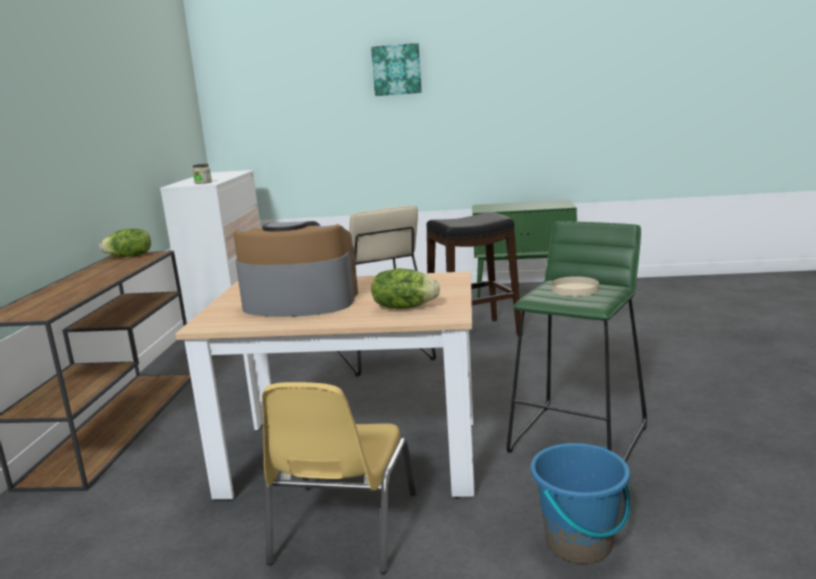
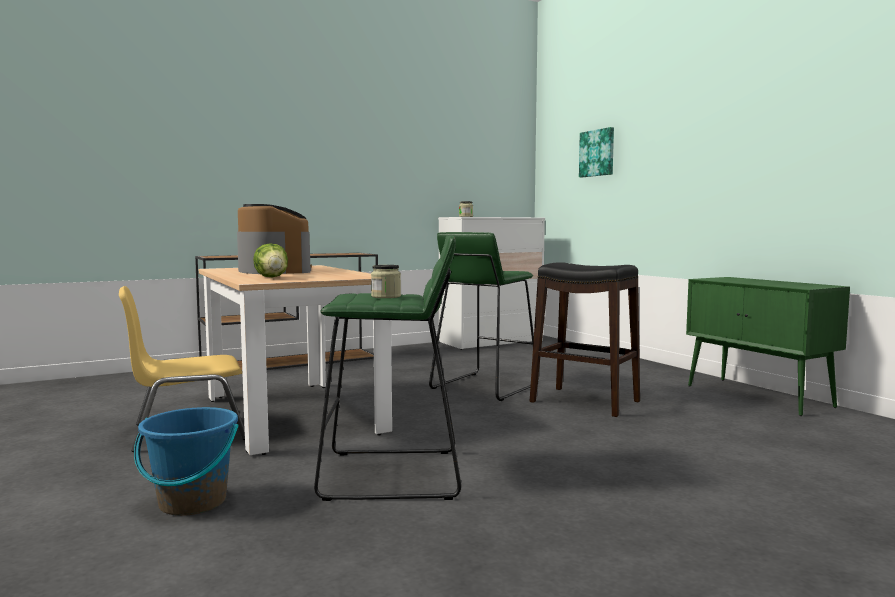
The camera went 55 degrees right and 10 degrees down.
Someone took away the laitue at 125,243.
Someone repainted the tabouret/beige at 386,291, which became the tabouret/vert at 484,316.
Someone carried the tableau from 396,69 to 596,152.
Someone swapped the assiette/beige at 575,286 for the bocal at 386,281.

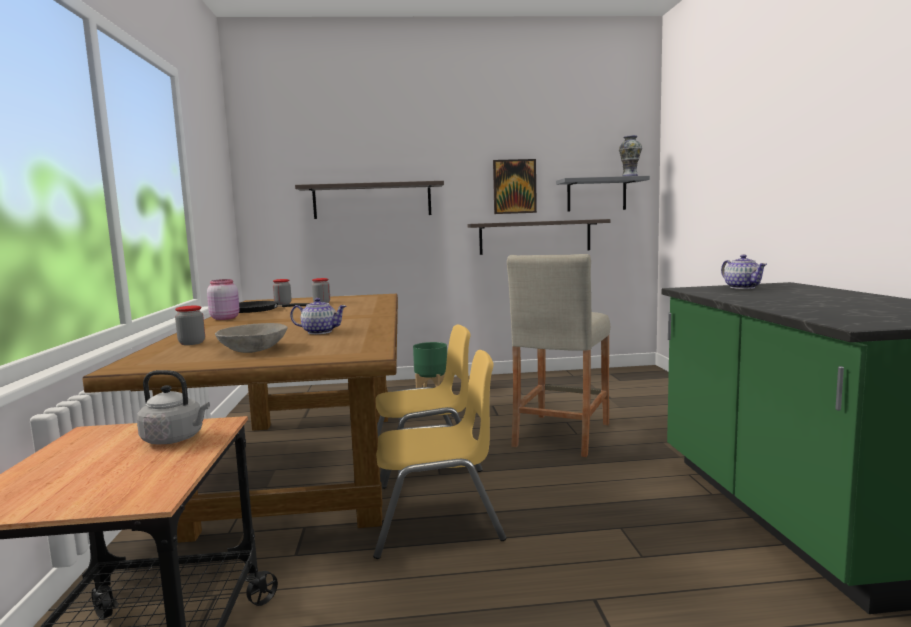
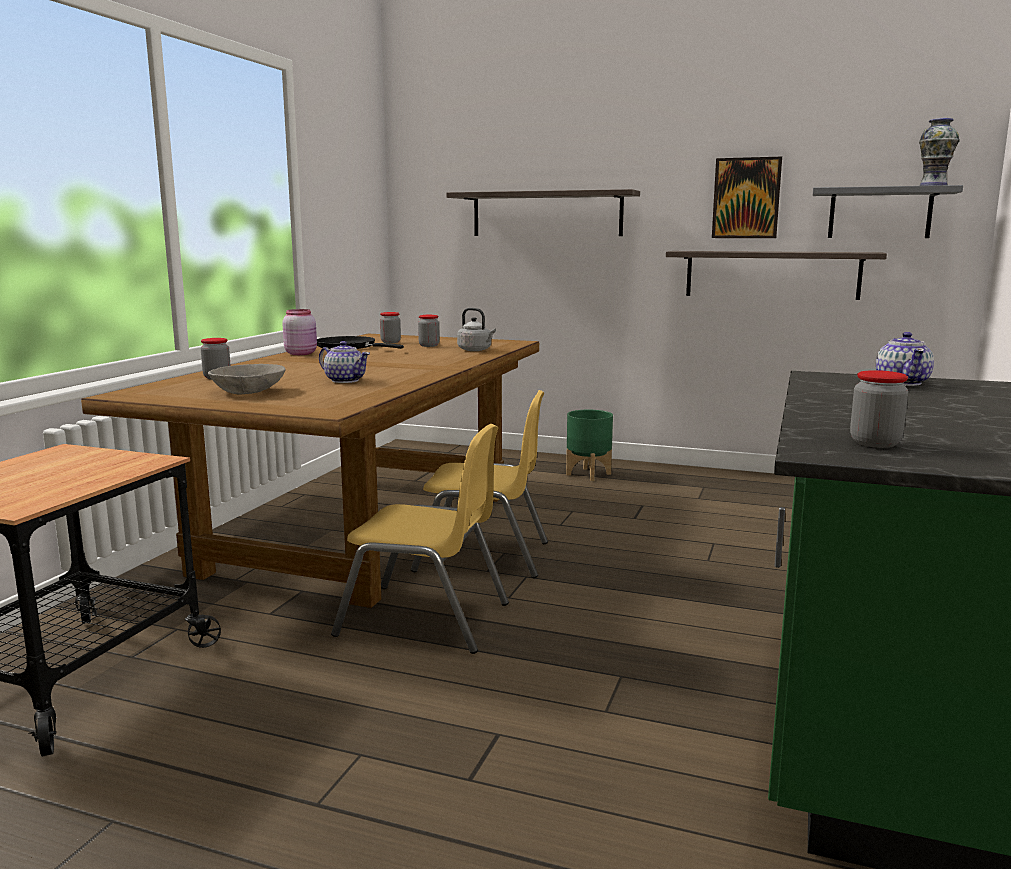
The camera went 25 degrees right and 5 degrees up.
Someone carried the bouilloire/gris from 173,407 to 476,329.
Someone took away the tabouret/beige at 558,355.
Someone put down the bocal at 879,409.

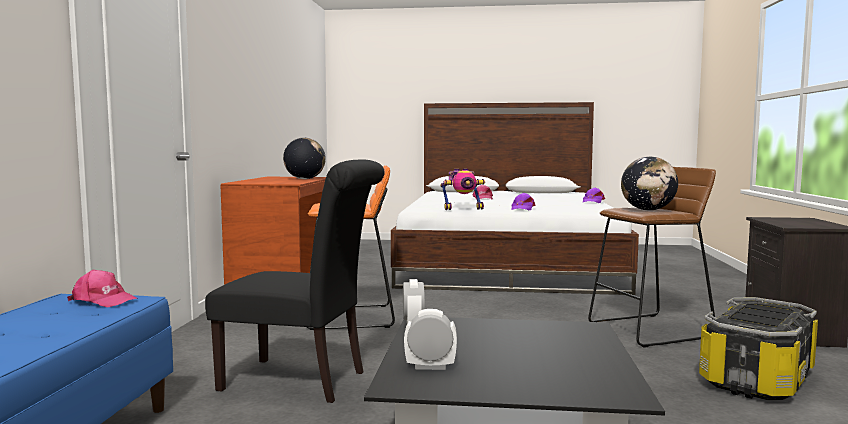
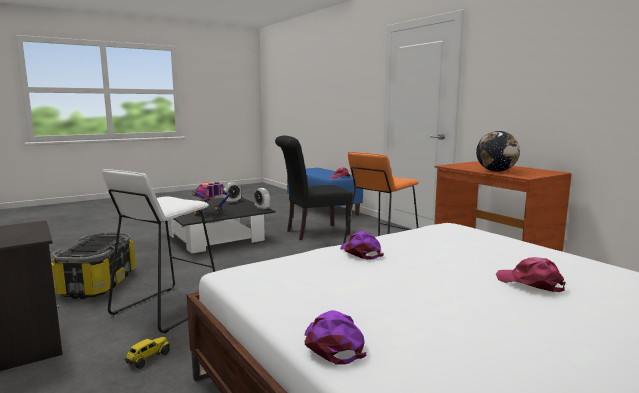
The camera went 140 degrees right and 5 degrees up.
Someone carried the robot jouet from 462,189 to 211,199.
Someone repainted the tabouret/marron at 652,257, which became the tabouret/blanc at 158,251.
Someone took away the globe at 649,183.
Someone put down the camion jouet at 147,353.

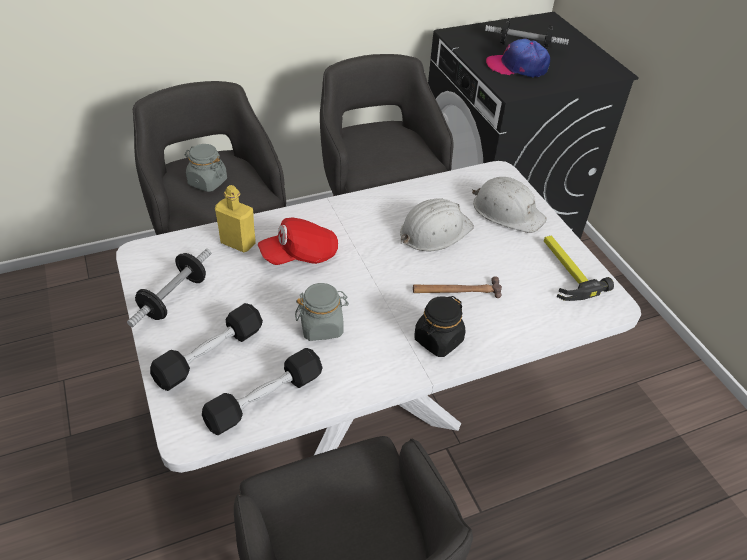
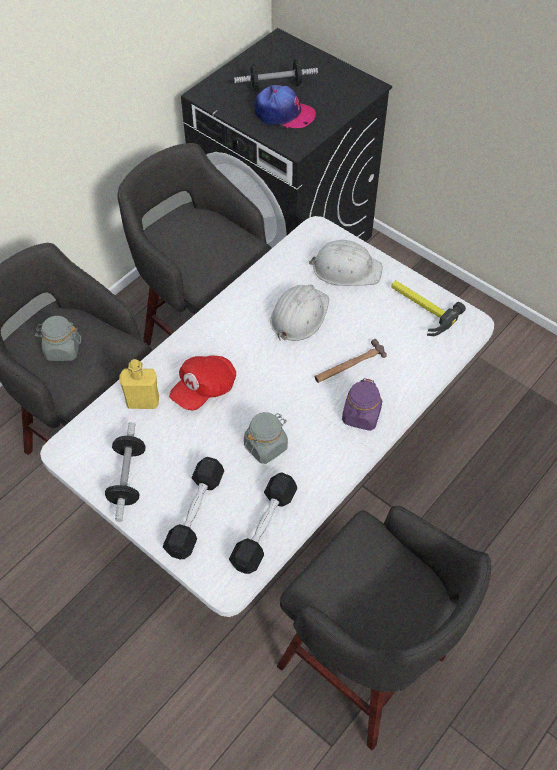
The camera went 25 degrees left and 10 degrees up.
Someone repainted the bocal/noir at 439,326, which became the bocal/violet at 362,404.
Someone rotated the casquette at 518,58 by 150 degrees counterclockwise.

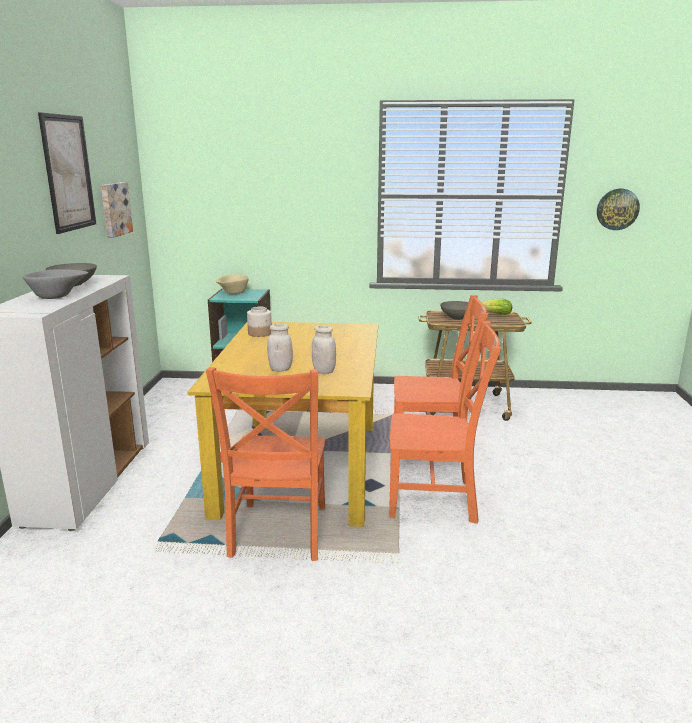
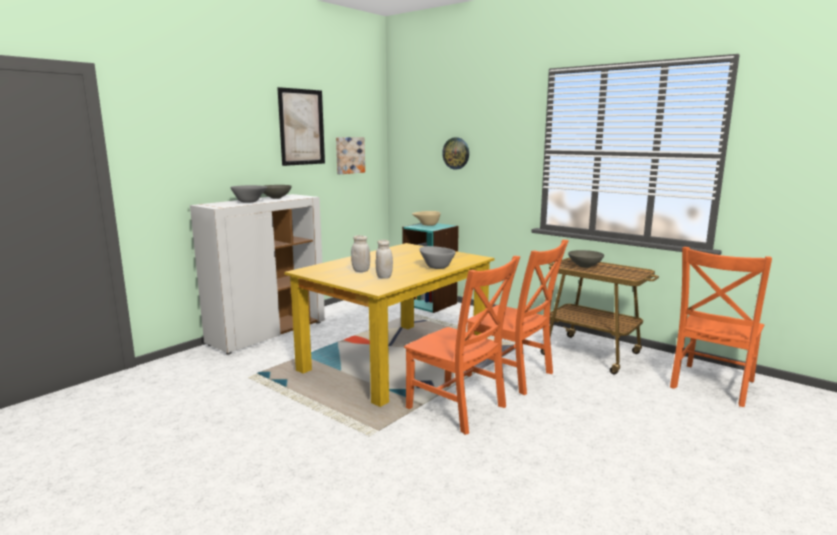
The camera went 35 degrees right and 5 degrees down.
Someone carried the chaise/orange from 265,464 to 721,327.
Someone took away the bocal at 259,322.
Someone took away the laitue at 496,307.
Someone carried the horloge murale from 618,209 to 455,153.
Someone put down the bol/gris at 437,257.

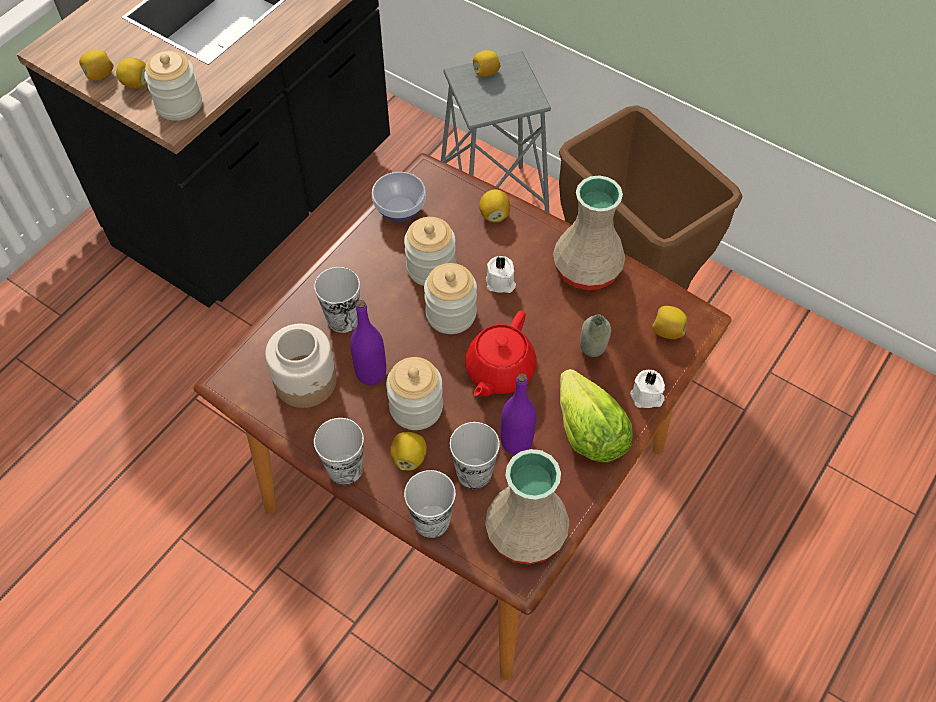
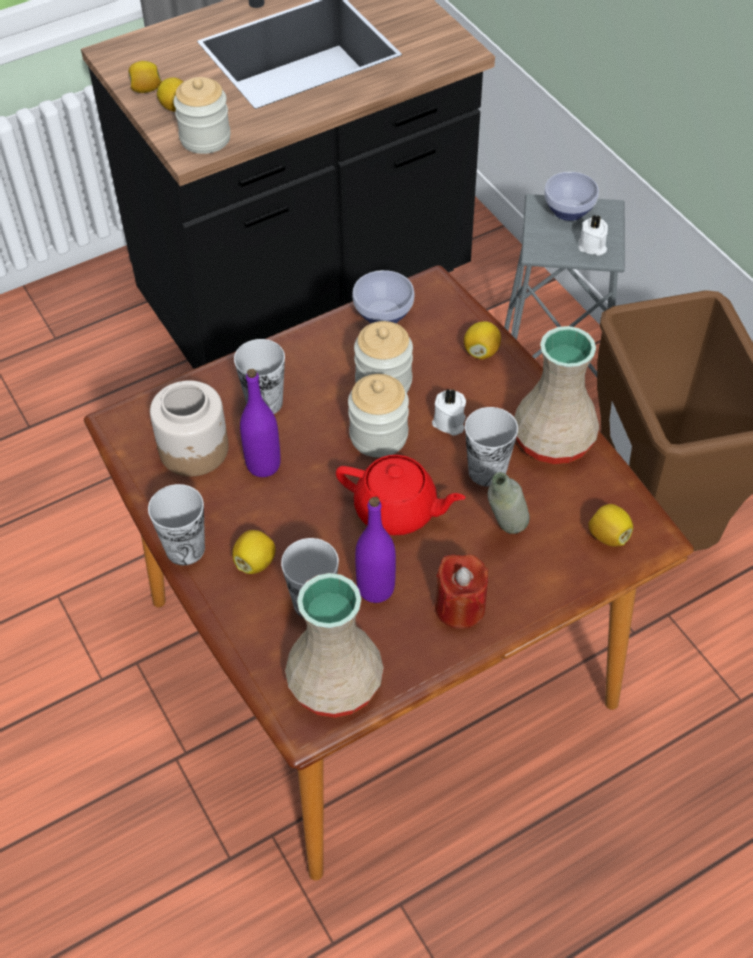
The camera went 25 degrees right and 5 degrees down.
Someone took away the bocal at 414,393.
Someone carried the tasse from 430,504 to 491,447.
Someone rotated the théière/rouge at 501,353 by 120 degrees counterclockwise.
Someone swapped the citron at 486,63 for the bol at 571,196.
Someone swapped the laitue at 596,415 for the bougie/rouge at 461,591.
Someone carried the bougie/blanc from 647,389 to 593,235.

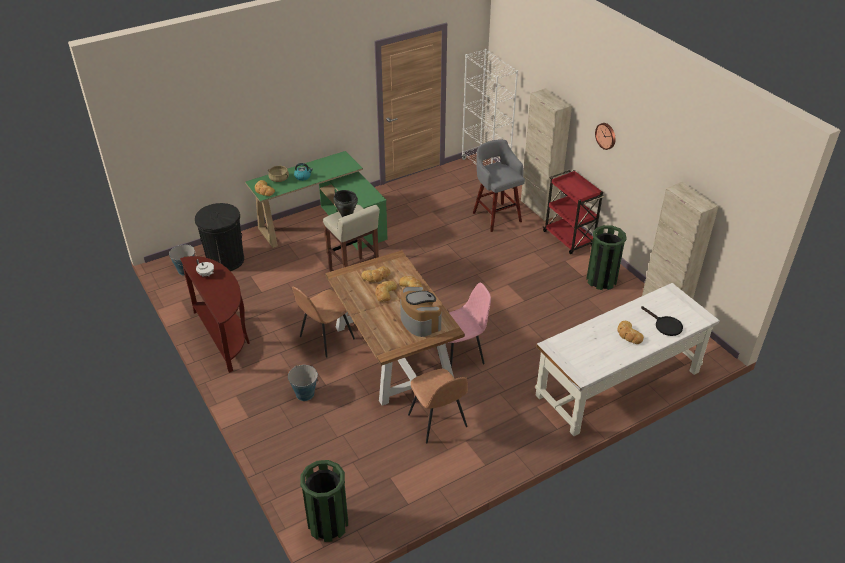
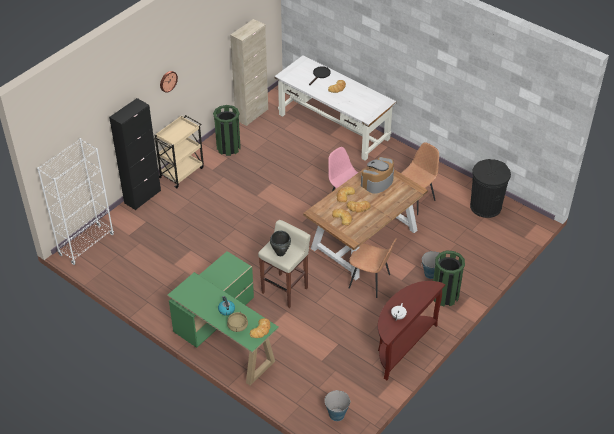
The camera went 110 degrees left and 5 degrees up.
Someone carried the poubelle/noir from 219,237 to 490,188.
Someone carried the poubelle/vert from 324,501 to 449,278.
Someone took away the tabouret/gris at 499,186.
Someone repainted the meuble de rangement/beige at 546,154, which became the meuble de rangement/noir at 135,154.
Someone repainted the chariot/rouge at 573,212, which became the chariot/beige at 179,151.

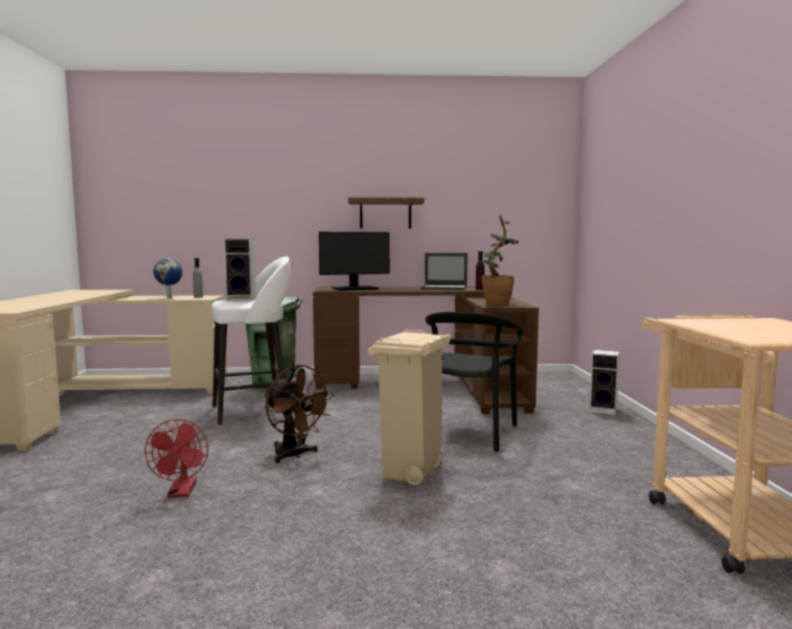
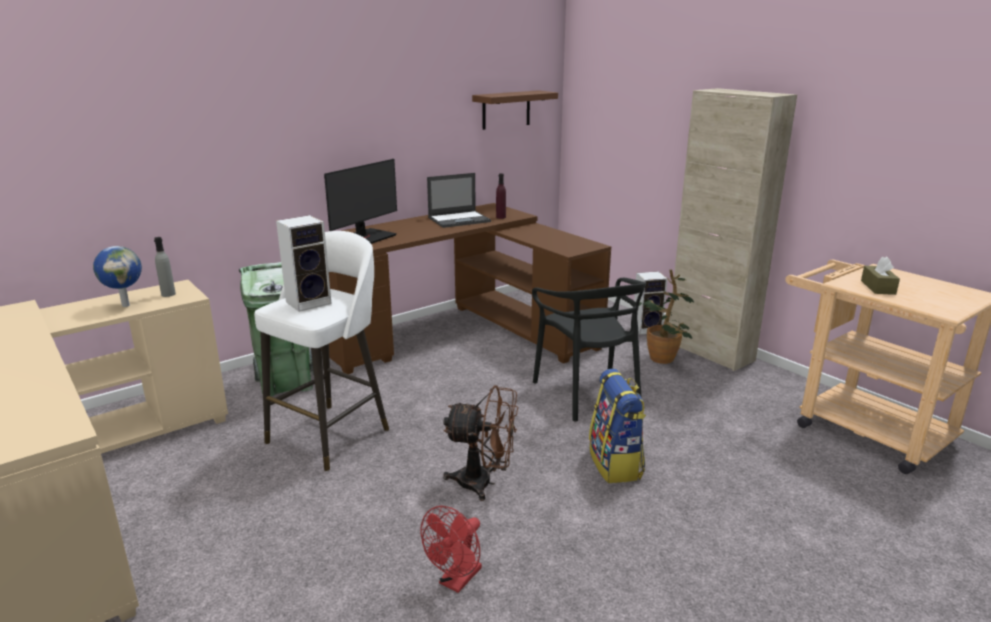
The camera went 35 degrees left and 15 degrees up.
Someone rotated the ventilateur/rouge at 176,458 by 75 degrees clockwise.
Someone carried the étagère/marron from 386,213 to 515,110.
Someone swapped the poubelle/beige at 409,408 for the sac à dos at 617,426.
Someone carried the plante en pot from 498,260 to 666,316.
Someone put down the meuble de rangement/beige at 733,229.
Someone put down the boîte à mouchoirs/marron at 880,275.

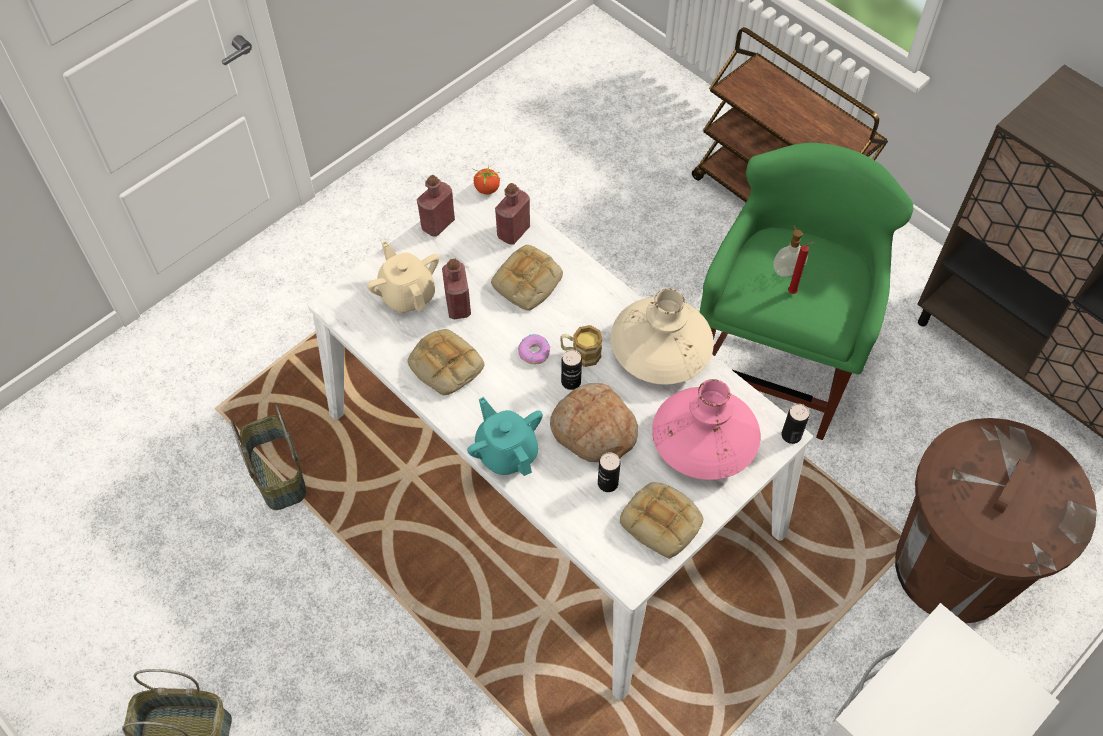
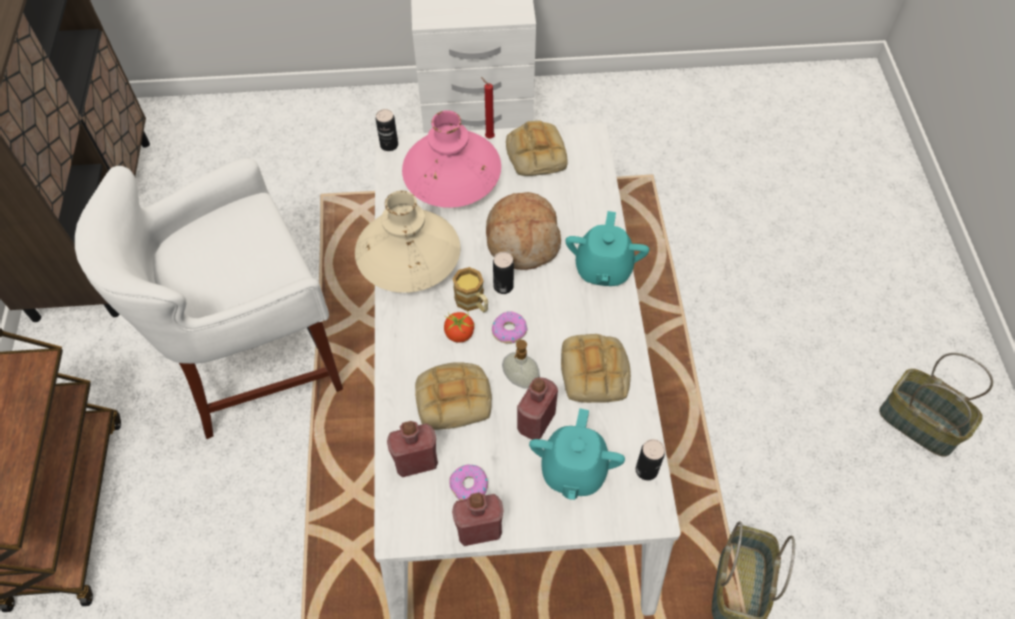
The camera went 140 degrees left and 0 degrees up.
Someone repainted the théière/beige at 403,277, which became the théière/turquoise at 577,454.
Someone carried the tomate from 486,180 to 459,327.
Someone carried the boîte métallique from 609,472 to 650,459.
Someone repainted the tabouret/vert at 806,291, which became the tabouret/blanc at 209,298.
Someone carried the distributeur de savon from 790,251 to 521,364.
Someone carried the bougie/rouge from 801,268 to 488,108.
Someone took away the poubelle/marron at 996,520.
Someone put down the beignet at 468,482.

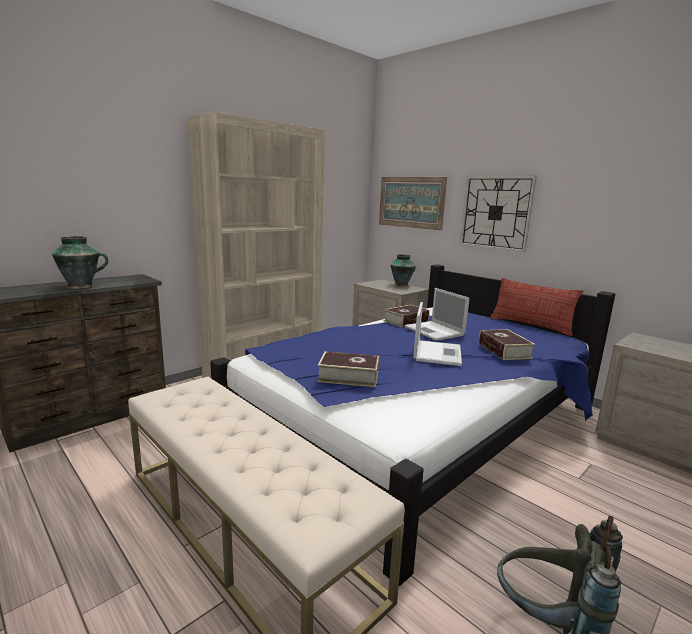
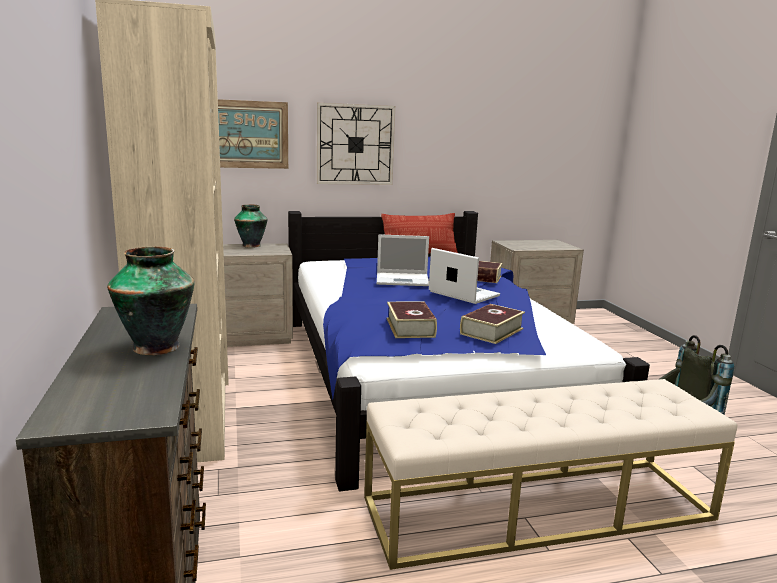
The camera went 60 degrees left and 0 degrees up.
Someone carried the livre from 407,316 to 412,319.

